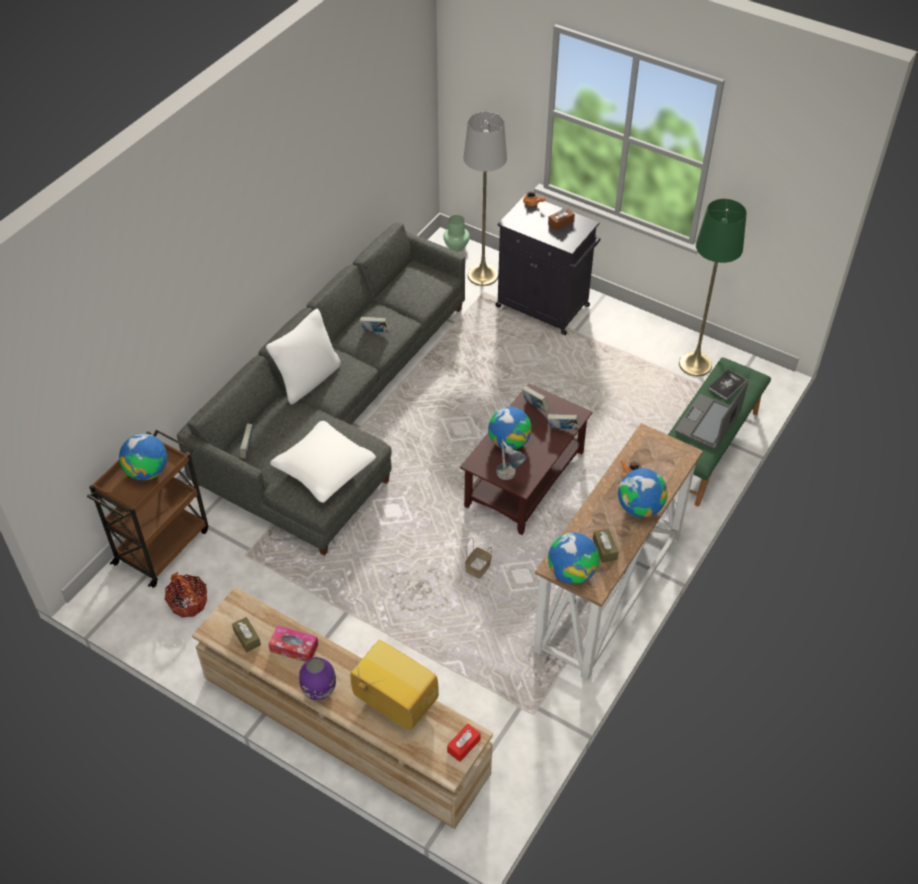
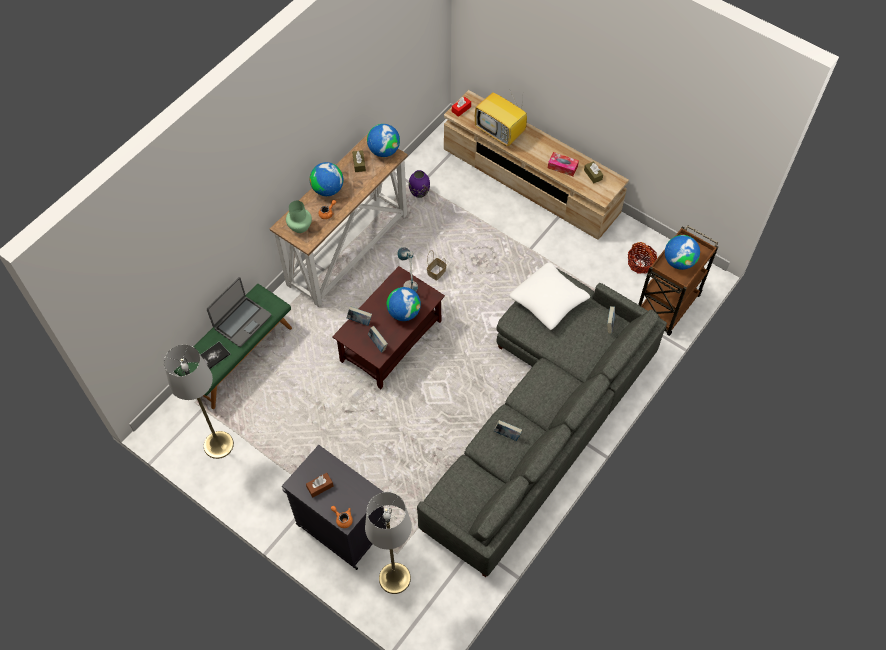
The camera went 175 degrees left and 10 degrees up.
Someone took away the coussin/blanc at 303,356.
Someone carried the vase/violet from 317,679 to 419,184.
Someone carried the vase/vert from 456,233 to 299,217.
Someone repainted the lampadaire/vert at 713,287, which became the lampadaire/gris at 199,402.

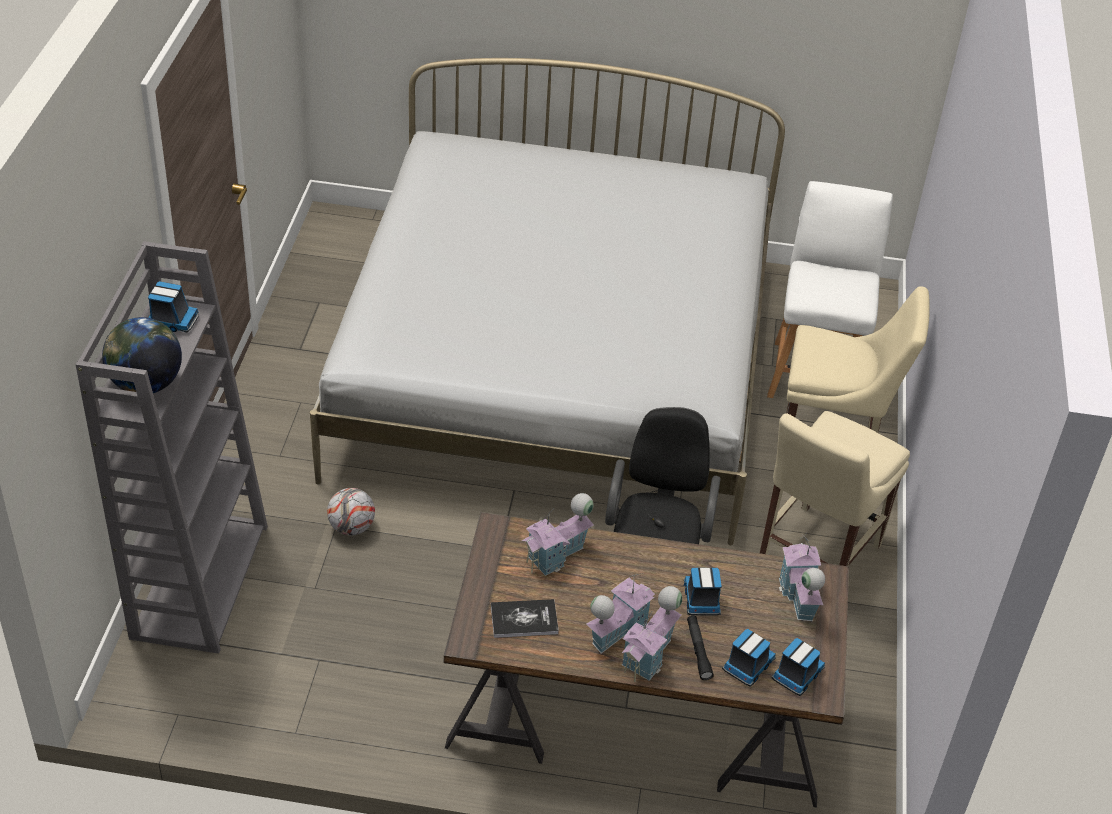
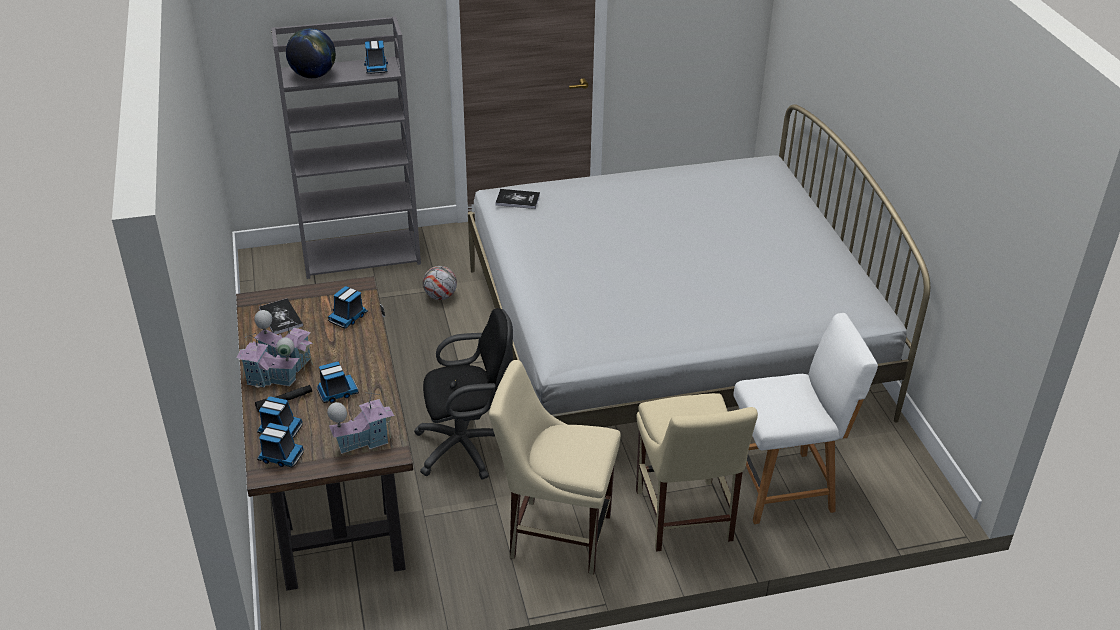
The camera went 70 degrees right and 5 degrees down.
Someone swapped the maison miniature at 558,534 for the camion jouet at 348,307.
Someone put down the livre at 517,199.

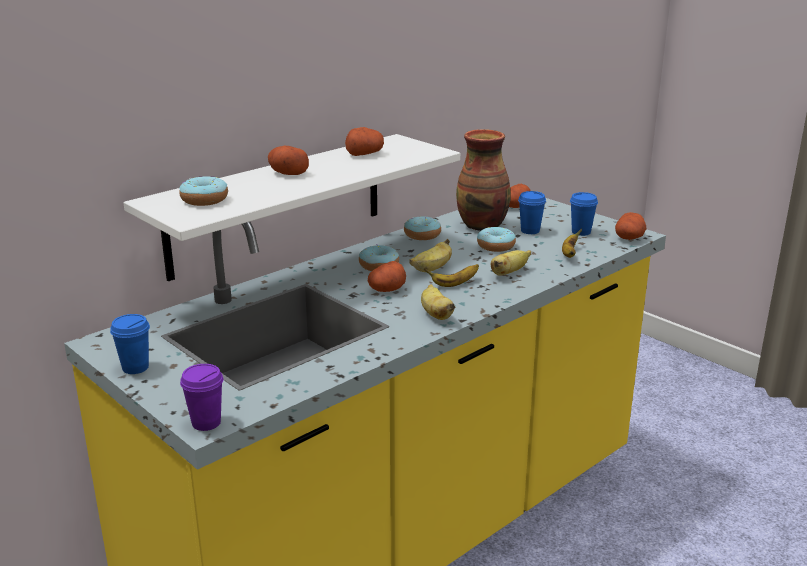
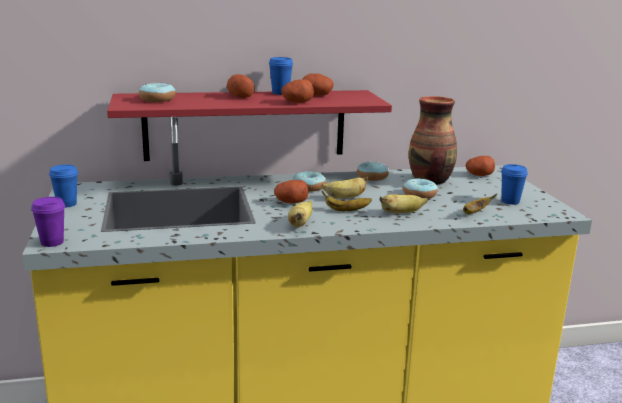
The camera went 30 degrees right and 5 degrees down.
Someone repainted the étagère/blanc at 291,207, which became the étagère/rouge at 249,125.
Someone carried the tasse/bleu from 532,212 to 281,76.
Someone carried the pomme de terre from 630,226 to 297,91.

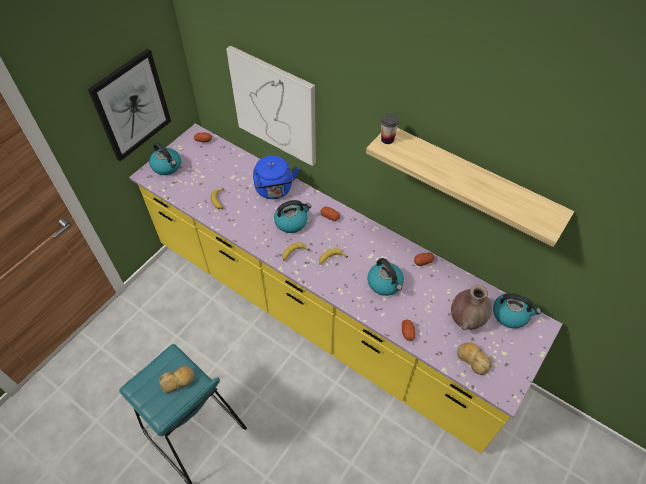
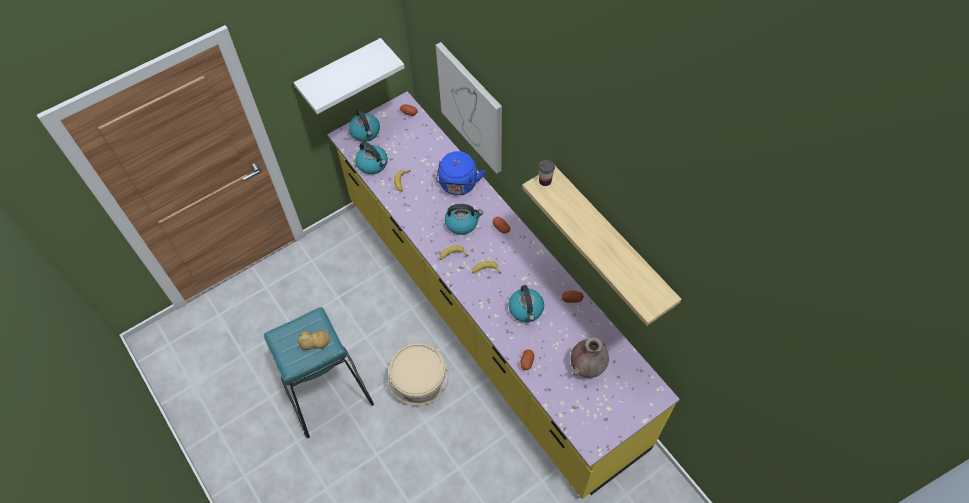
The camera went 20 degrees right and 5 degrees up.
Someone swapped the tableau at 129,104 for the étagère/blanc at 349,76.
Someone took away the pain at 474,358.
Someone carried the bouilloire from 517,310 to 371,158.
Someone put down the seau/beige at 418,374.

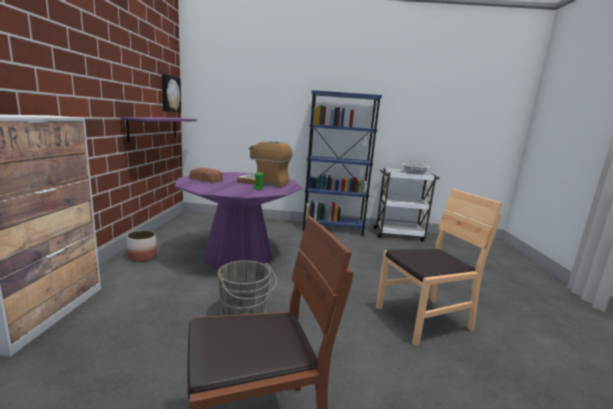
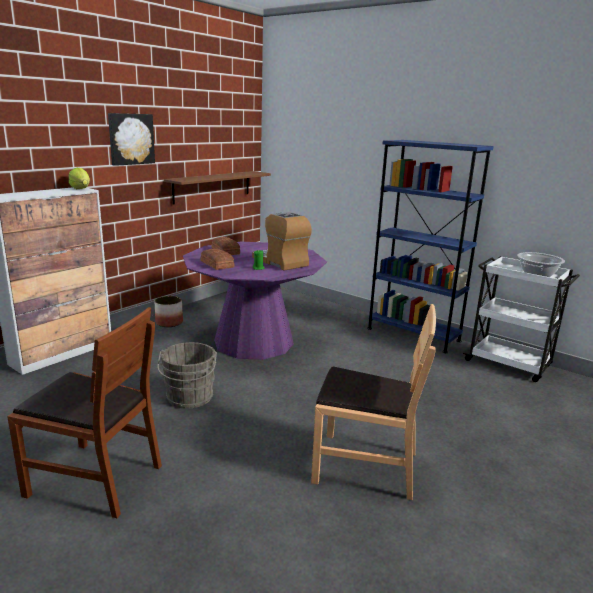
The camera went 35 degrees right and 5 degrees up.
Someone repainted the étagère/violet at 158,130, which became the étagère/marron at 217,188.
Someone carried the tableau from 171,93 to 131,139.
Someone put down the laitue at 79,178.
Someone put down the pain at 217,259.

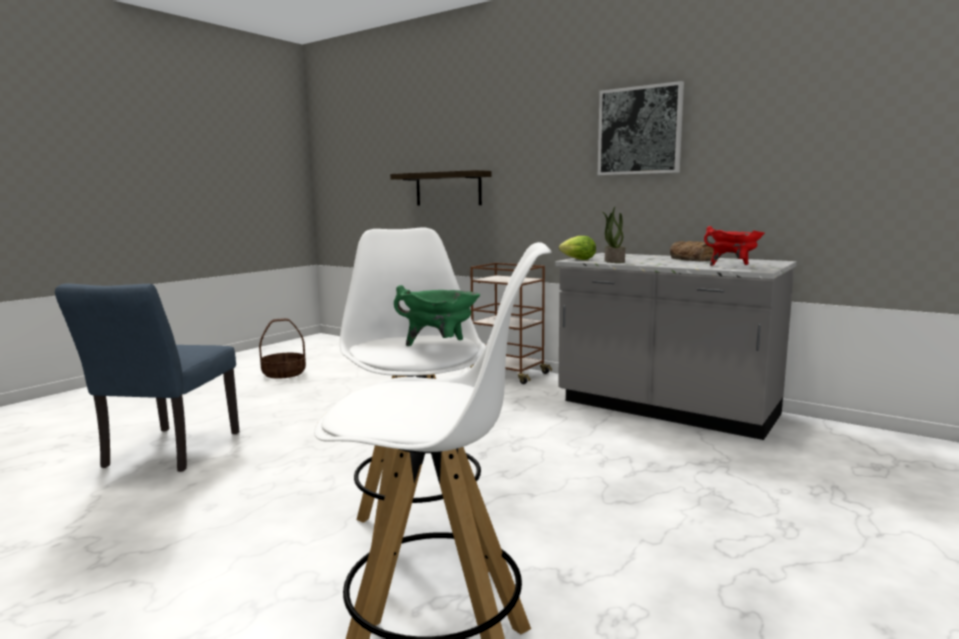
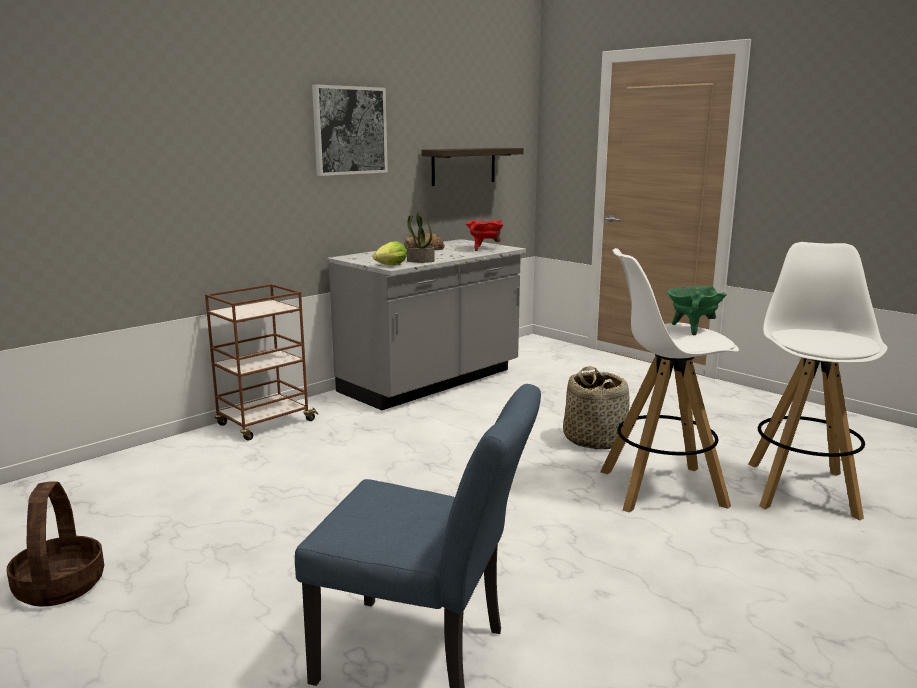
The camera went 80 degrees left and 5 degrees up.
Someone carried the étagère from 440,188 to 473,167.
Someone put down the panier at 596,408.

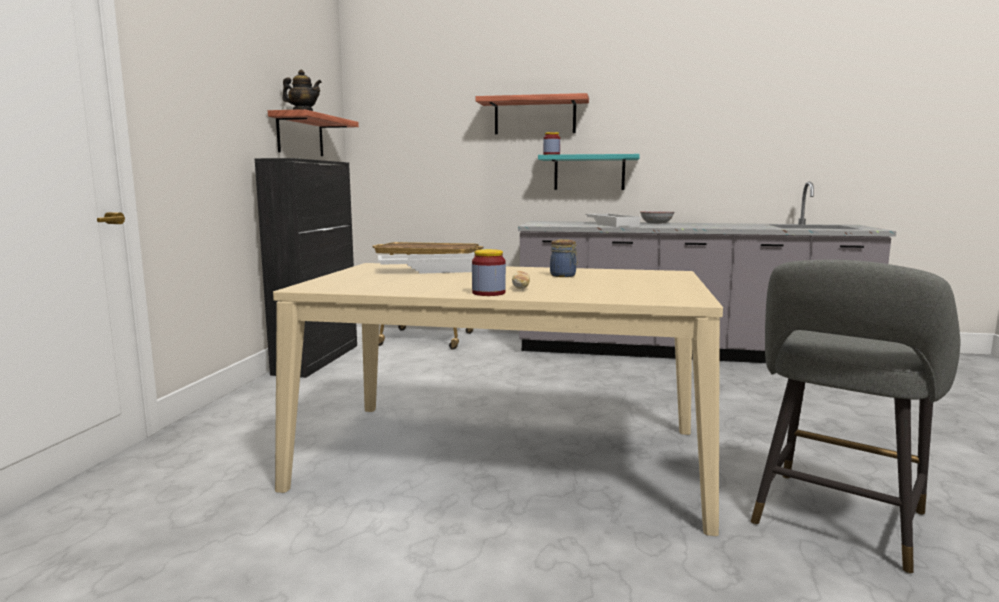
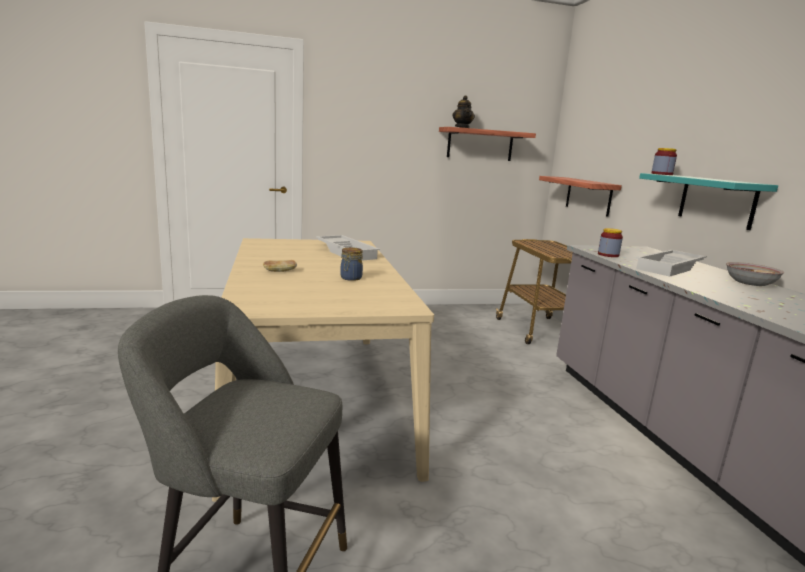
The camera went 65 degrees right and 5 degrees up.
Someone took away the meuble de rangement/noir at 305,268.
Someone carried the bocal from 489,272 to 610,242.
Someone carried the étagère from 532,113 to 580,196.

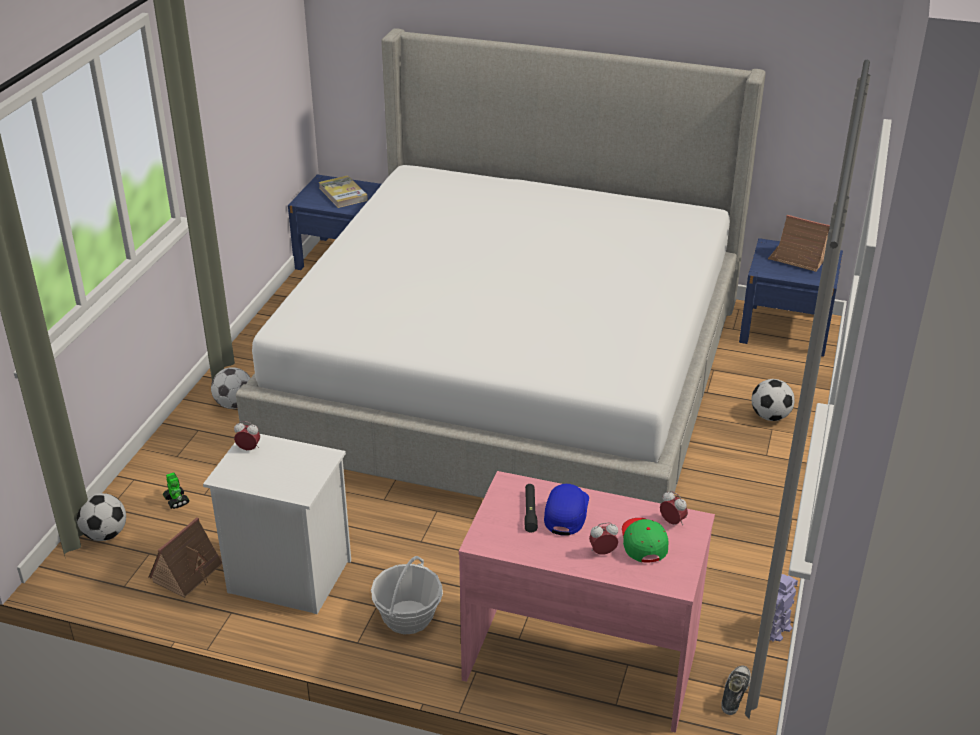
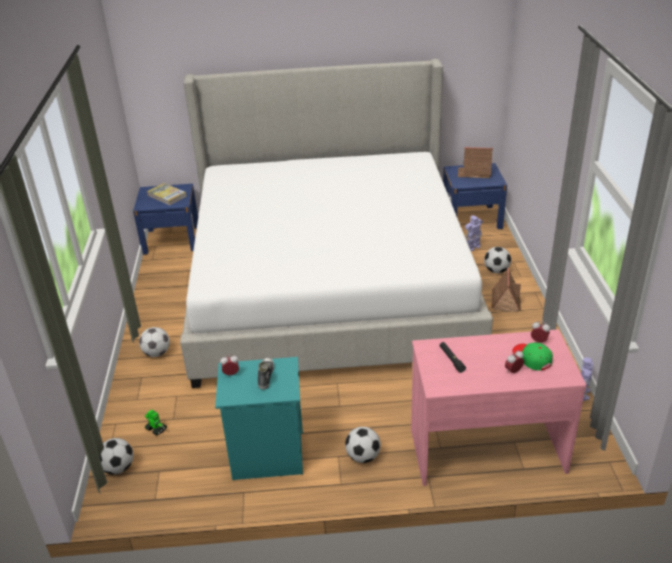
The camera went 20 degrees left and 0 degrees up.
Someone carried the maison miniature from 185,557 to 506,290.
Someone repainted the table de chevet/blanc at 277,524, which became the table de chevet/turquoise at 259,418.
Someone swapped the panier at 407,595 for the ballon de foot at 363,445.
Someone took away the casquette/bleu at 566,510.
Someone carried the chaussure from 736,690 to 266,373.
Someone put down the robot jouet at 474,233.

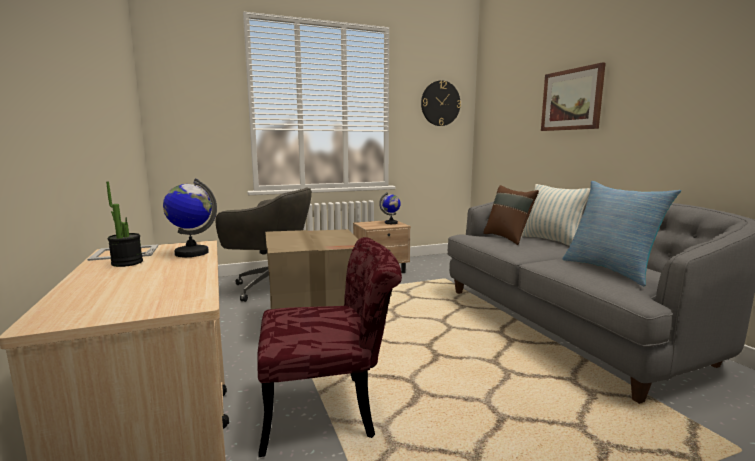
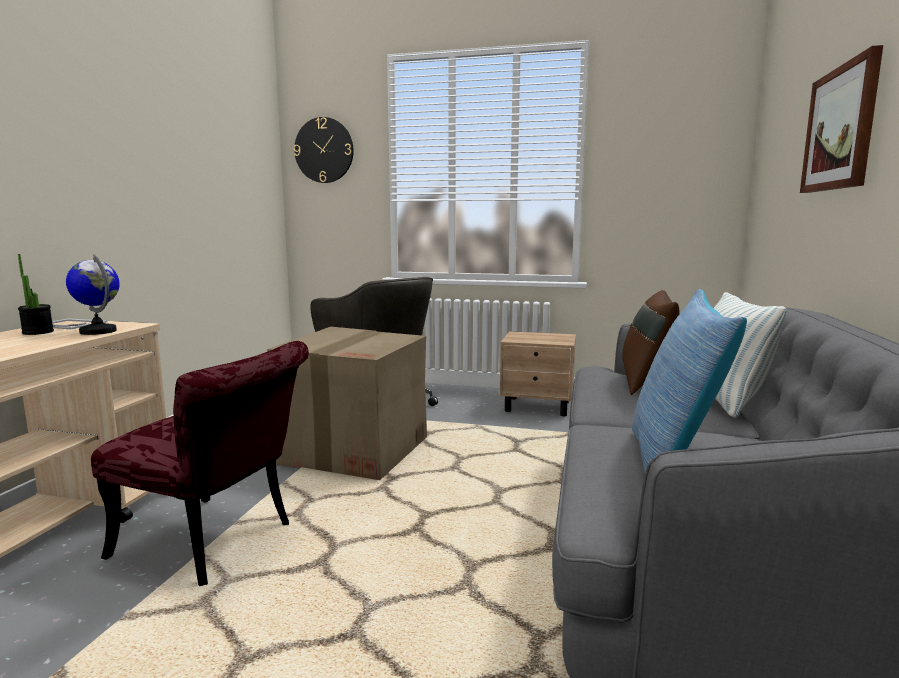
The camera went 35 degrees right and 0 degrees up.
Someone took away the globe at 390,208.
Someone carried the horloge murale from 441,103 to 324,150.

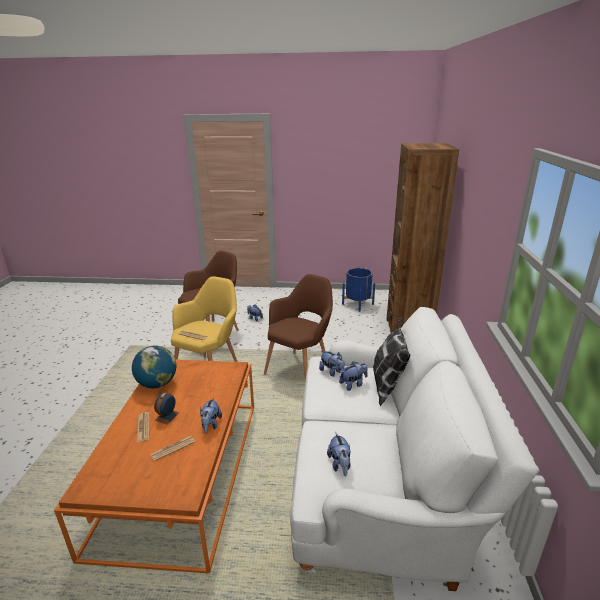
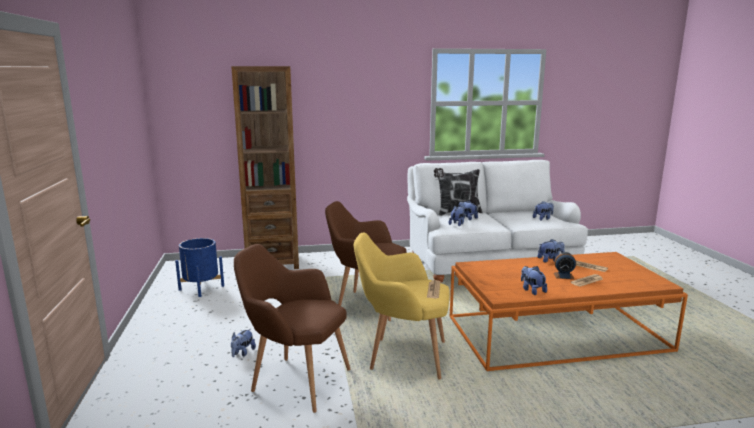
The camera went 105 degrees left and 10 degrees down.
Someone swapped the globe at 154,366 for the peluche at 534,280.

